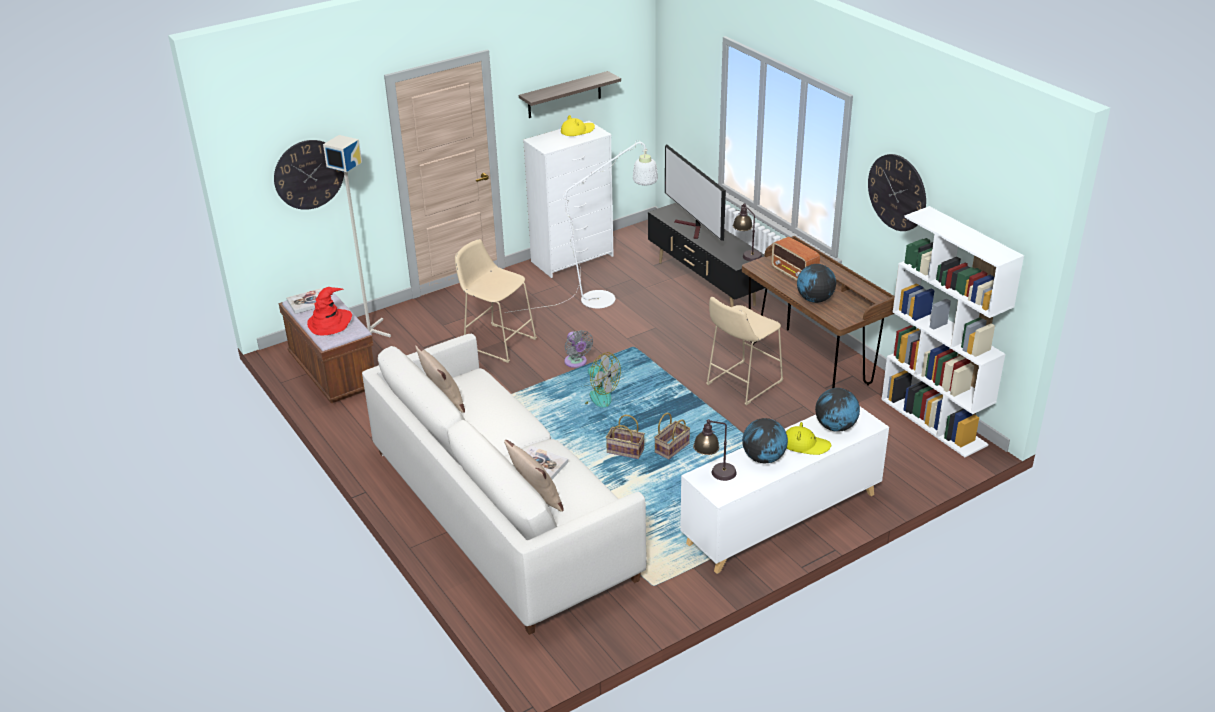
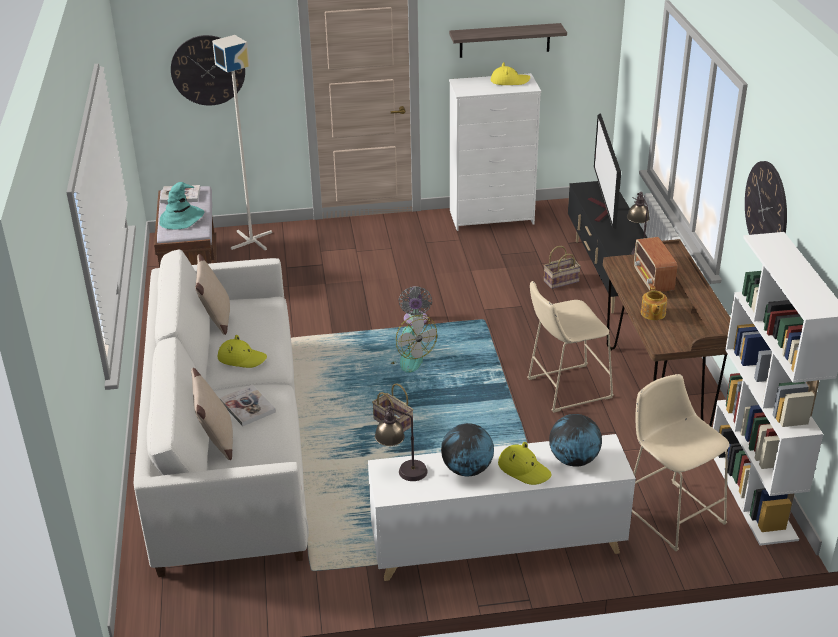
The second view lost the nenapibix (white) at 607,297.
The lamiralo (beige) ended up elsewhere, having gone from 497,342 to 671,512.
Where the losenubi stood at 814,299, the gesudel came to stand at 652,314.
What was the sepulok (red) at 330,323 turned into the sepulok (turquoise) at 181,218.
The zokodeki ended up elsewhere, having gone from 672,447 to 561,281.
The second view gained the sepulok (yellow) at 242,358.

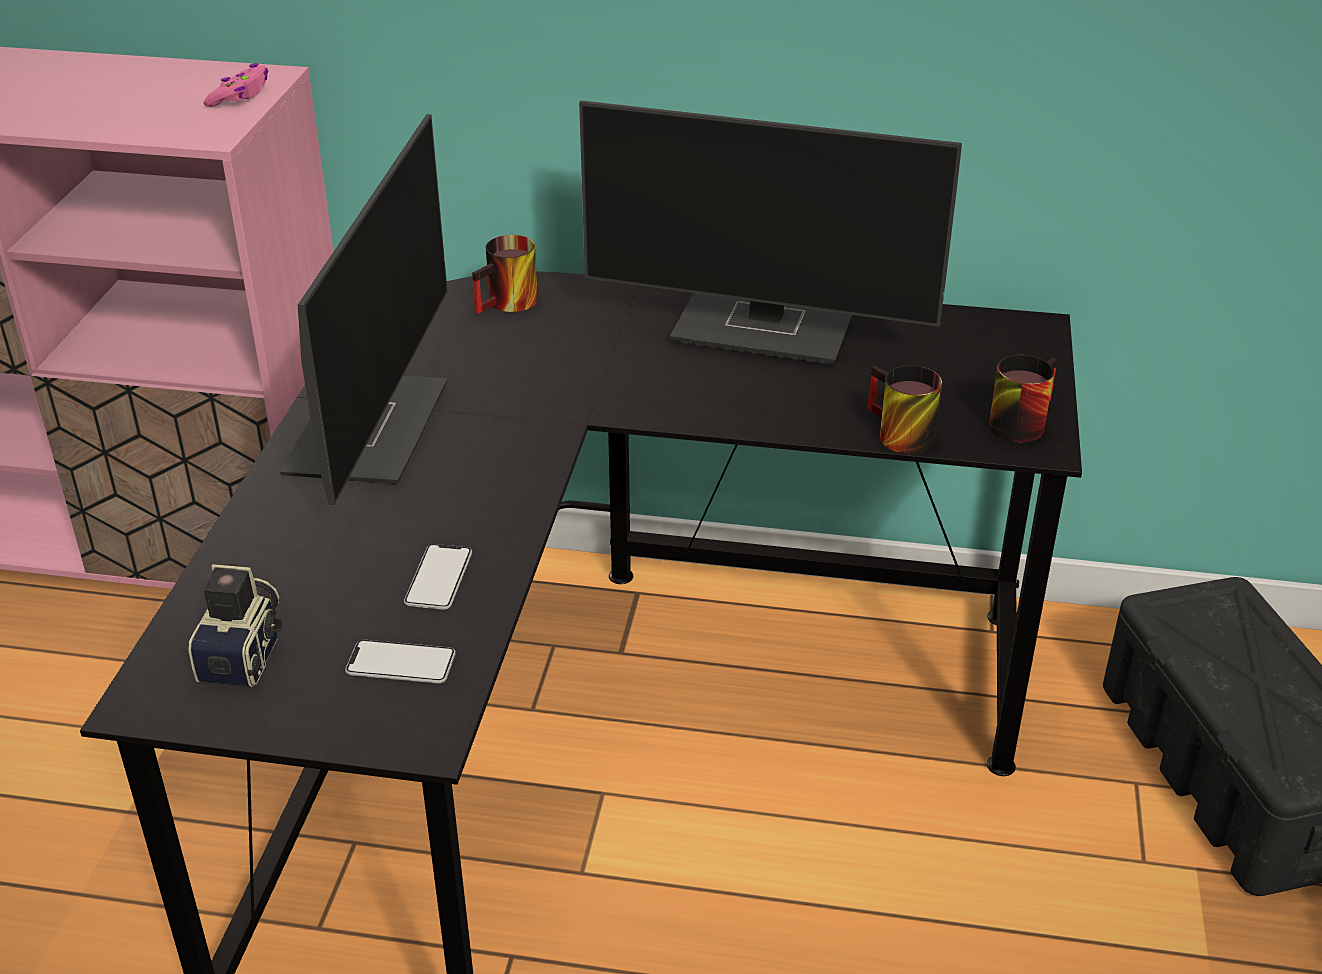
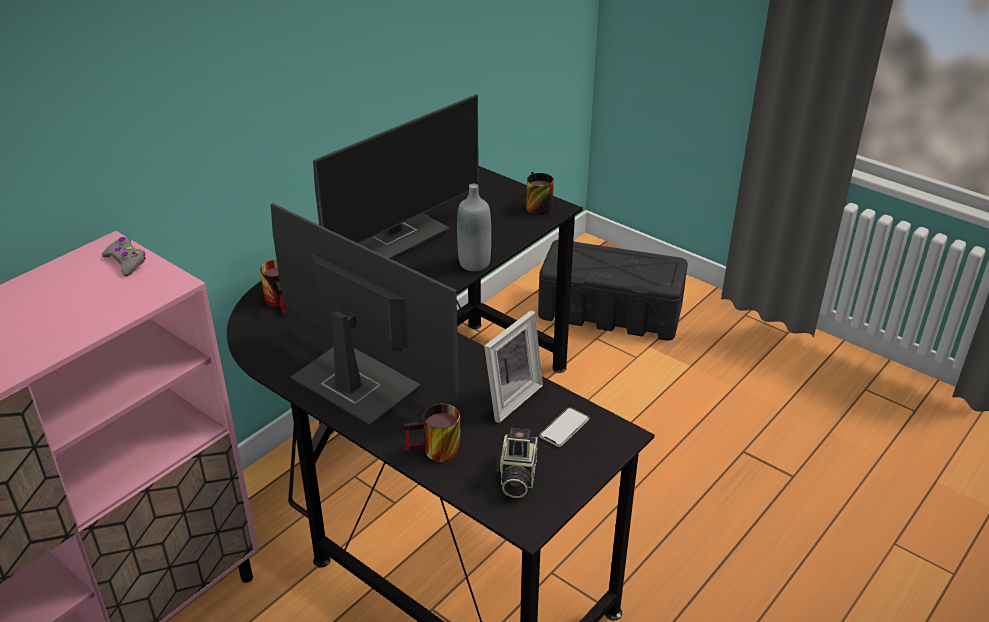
What was the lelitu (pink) at 240,95 turned into the lelitu (grey) at 126,261.
The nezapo ended up elsewhere, having gone from 895,435 to 436,452.
Where the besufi stood at 438,578, the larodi came to stand at 508,397.
The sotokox at 247,653 ended up facing another way, 120 degrees counterclockwise from before.
The second view gained the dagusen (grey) at 474,263.

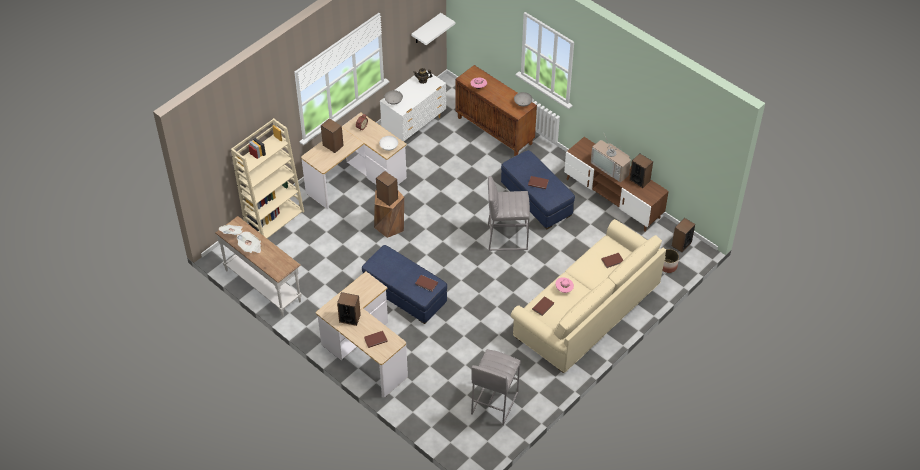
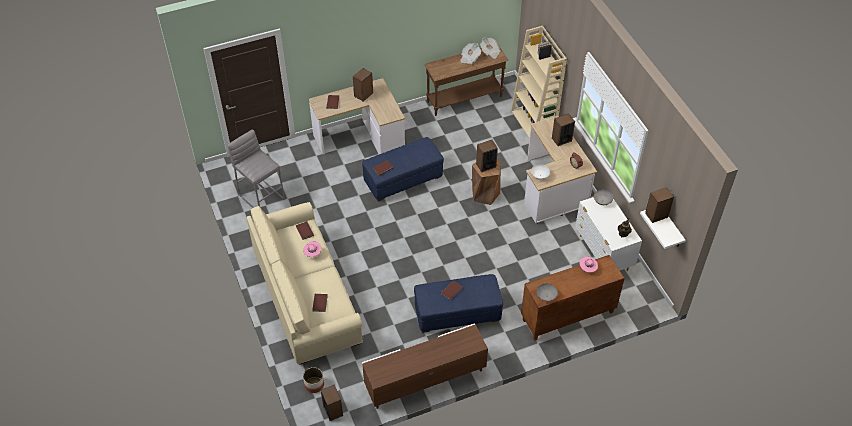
The second view lost the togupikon at 611,167.
The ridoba ended up elsewhere, having gone from 639,180 to 656,215.
The second view lost the lamiralo (grey) at 507,237.
What was the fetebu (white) at 263,285 turned into the fetebu (brown) at 465,99.

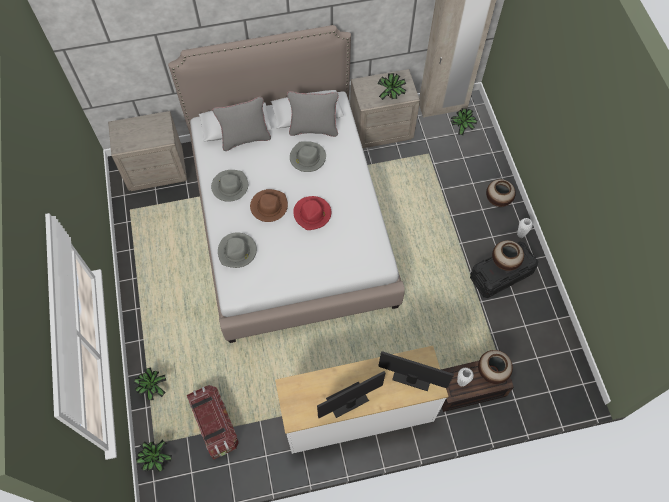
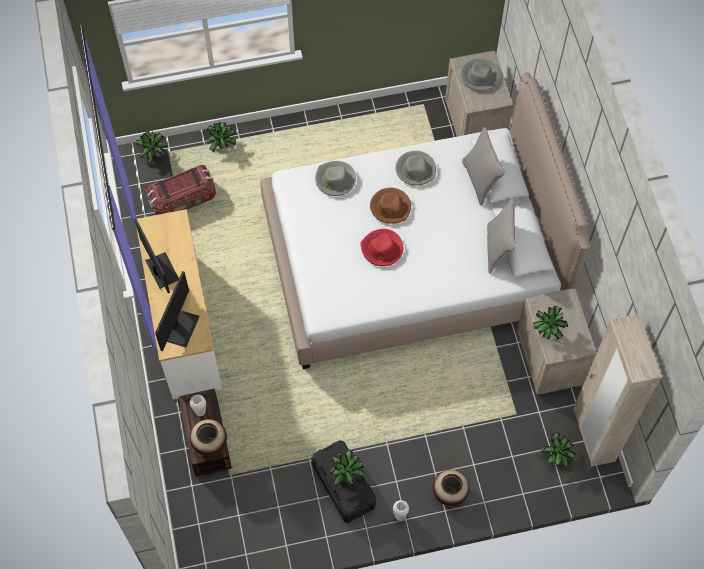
The sepulok (grey) ended up elsewhere, having gone from 307,158 to 479,76.
Where the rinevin stood at 504,262, the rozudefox came to stand at 346,474.

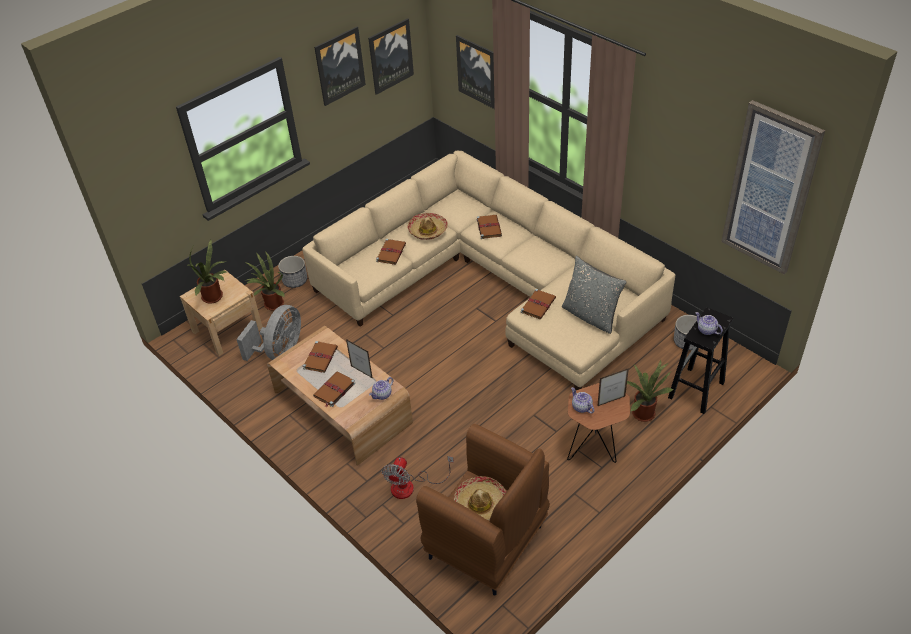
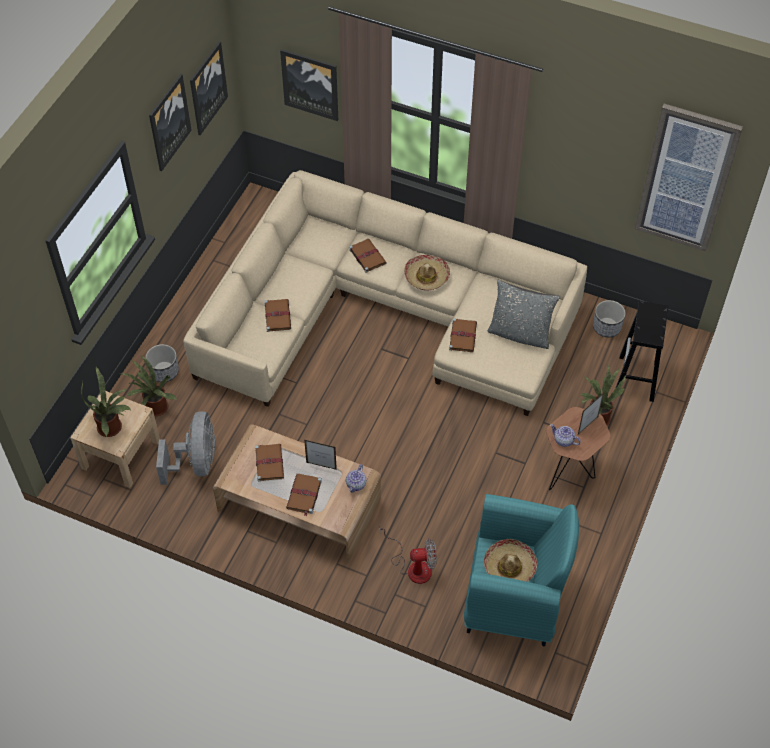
The sepulok ended up elsewhere, having gone from 428,230 to 426,276.
The second view lost the gesudel at 706,330.
What was the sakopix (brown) at 487,543 turned into the sakopix (turquoise) at 514,599.
The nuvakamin at 411,486 ended up facing another way, 90 degrees counterclockwise from before.

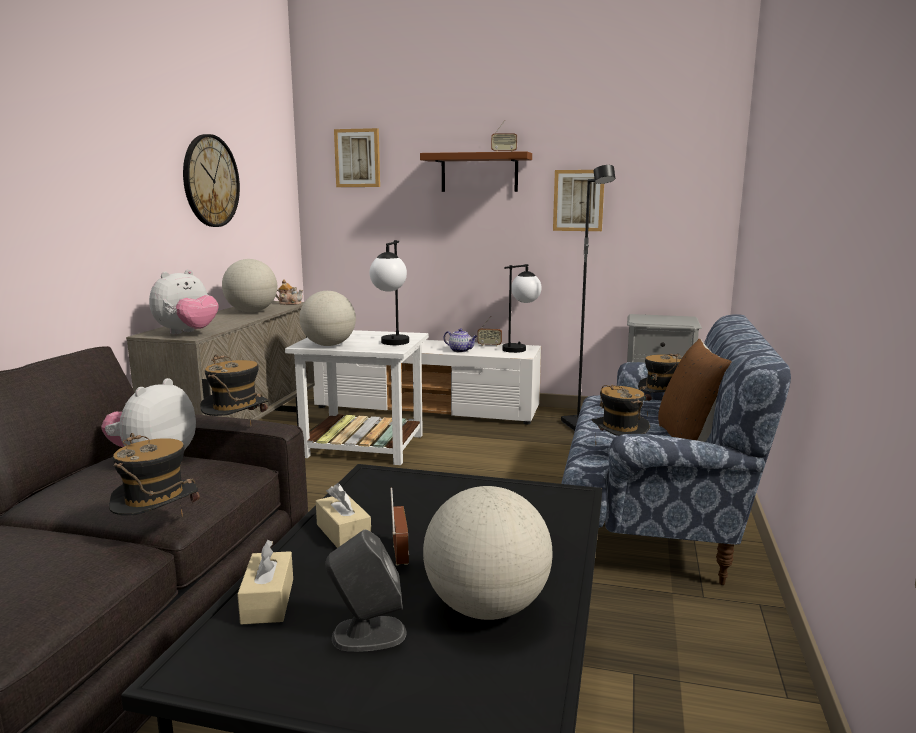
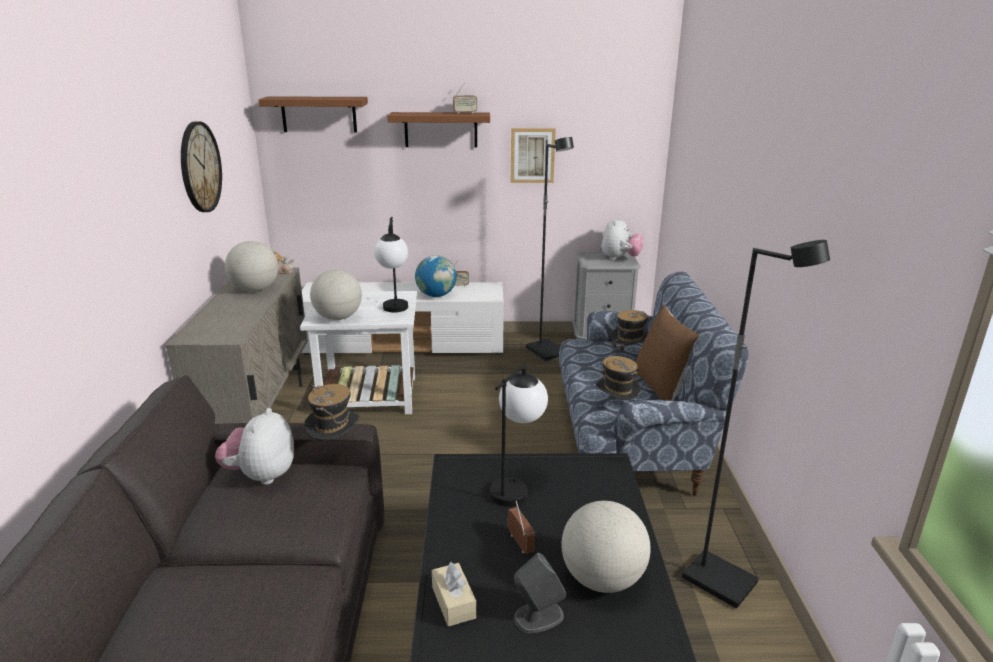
Where the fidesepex hung at 358,158, the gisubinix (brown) came to hang at 319,114.
The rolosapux ended up elsewhere, having gone from 520,348 to 516,486.
The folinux ended up elsewhere, having gone from 187,333 to 620,259.
Where the gesudel stood at 461,350, the losenubi came to stand at 436,295.
The second view lost the sepulok at 159,535.
The second view lost the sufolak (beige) at 343,533.
The second view gained the nenapibix (black) at 720,581.

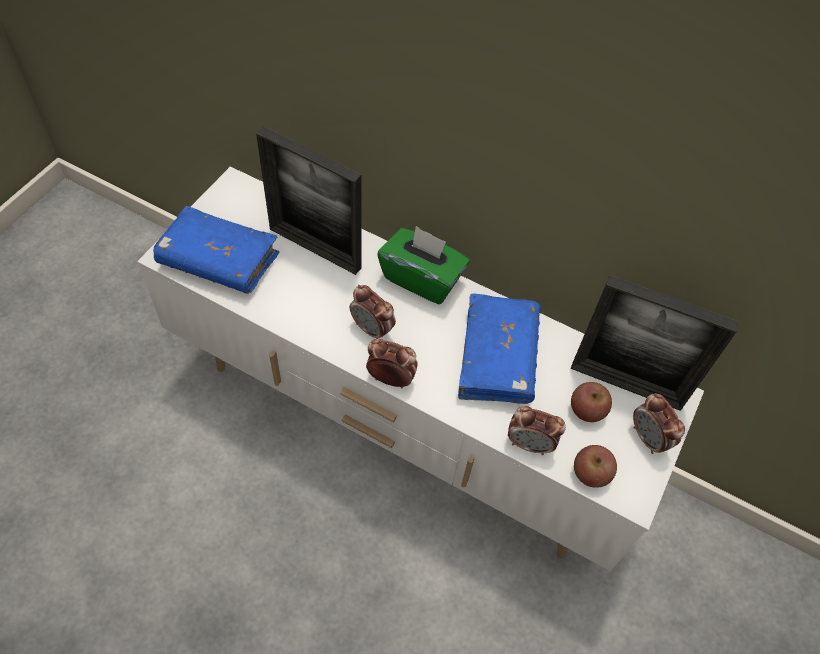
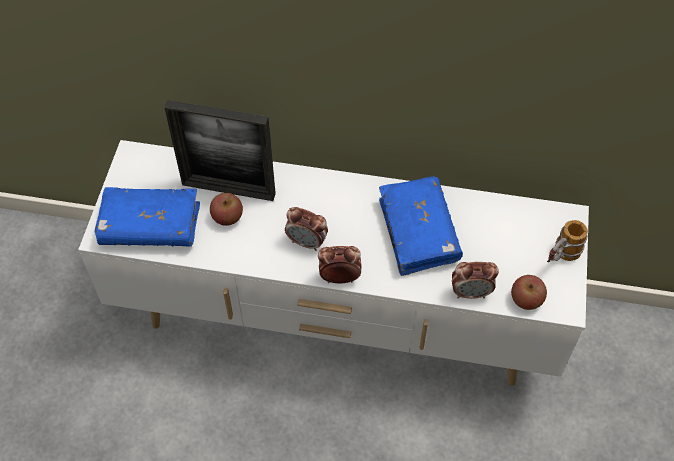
The second view lost the sufolak (green) at 422,278.
The second view lost the larodi at 626,384.
The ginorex ended up elsewhere, having gone from 587,410 to 227,217.
Where the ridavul stood at 648,438, the nezapo came to stand at 560,258.

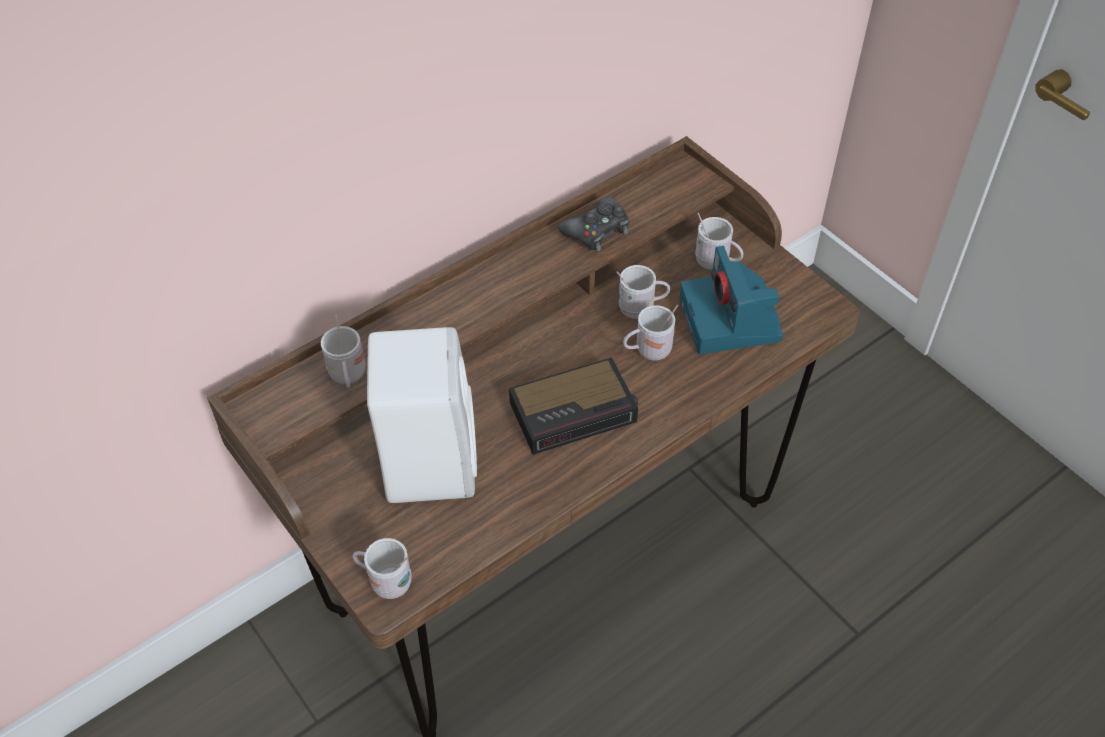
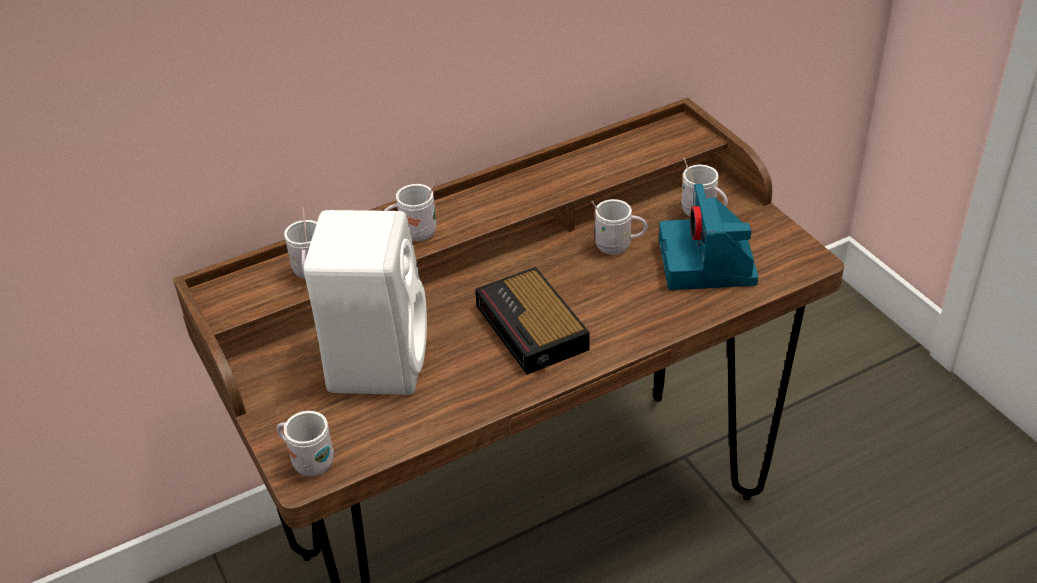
The second view lost the lelitu (black) at 596,231.
The nezapo (white) ended up elsewhere, having gone from 648,351 to 413,234.
The ridavul at 575,411 ended up facing another way, 75 degrees clockwise from before.

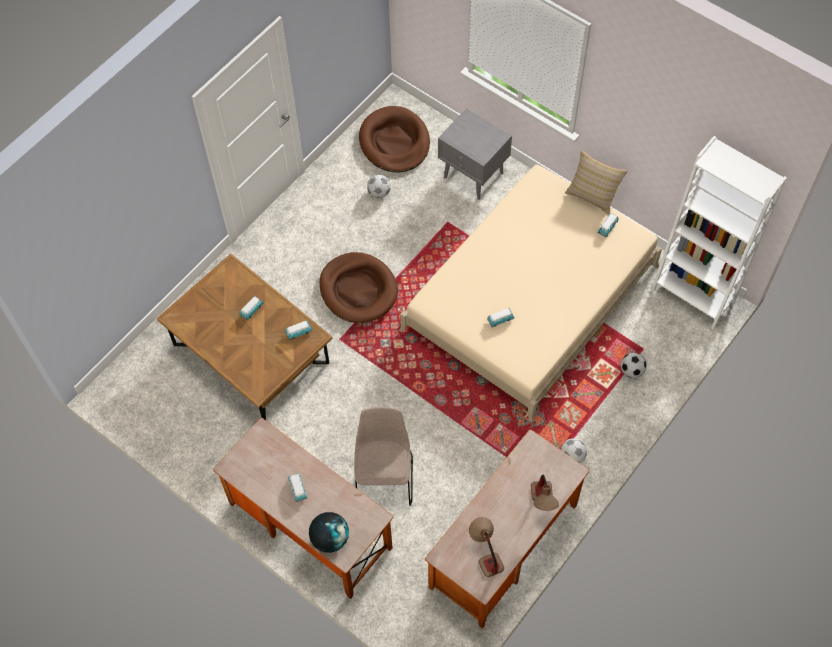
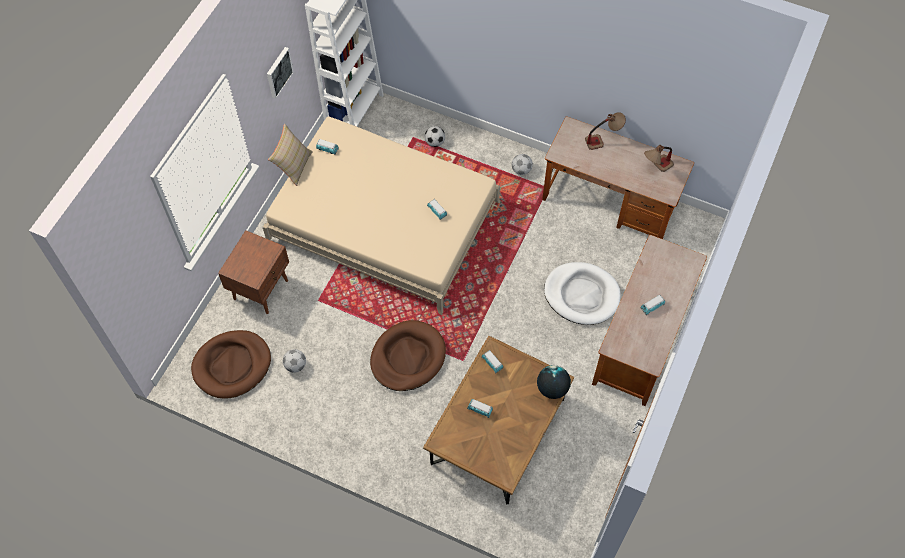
What was the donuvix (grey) at 474,176 turned into the donuvix (brown) at 261,289.
Where the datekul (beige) stood at 384,478, the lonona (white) came to stand at 581,295.
The losenubi ended up elsewhere, having gone from 330,538 to 552,388.
The second view gained the fidesepex at 278,72.

